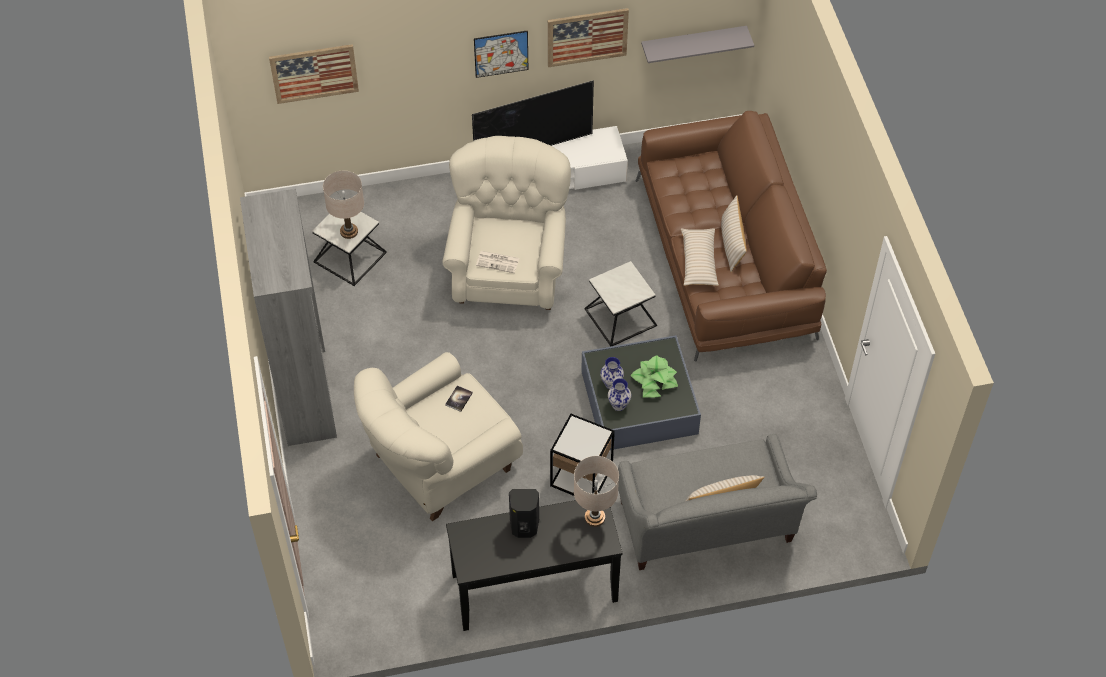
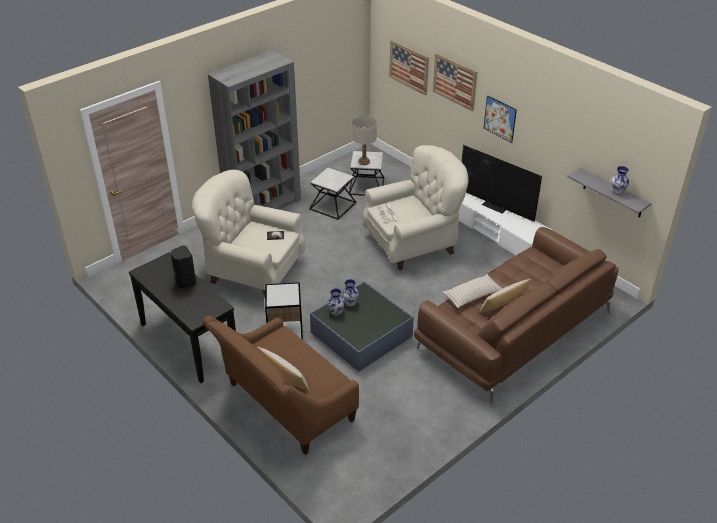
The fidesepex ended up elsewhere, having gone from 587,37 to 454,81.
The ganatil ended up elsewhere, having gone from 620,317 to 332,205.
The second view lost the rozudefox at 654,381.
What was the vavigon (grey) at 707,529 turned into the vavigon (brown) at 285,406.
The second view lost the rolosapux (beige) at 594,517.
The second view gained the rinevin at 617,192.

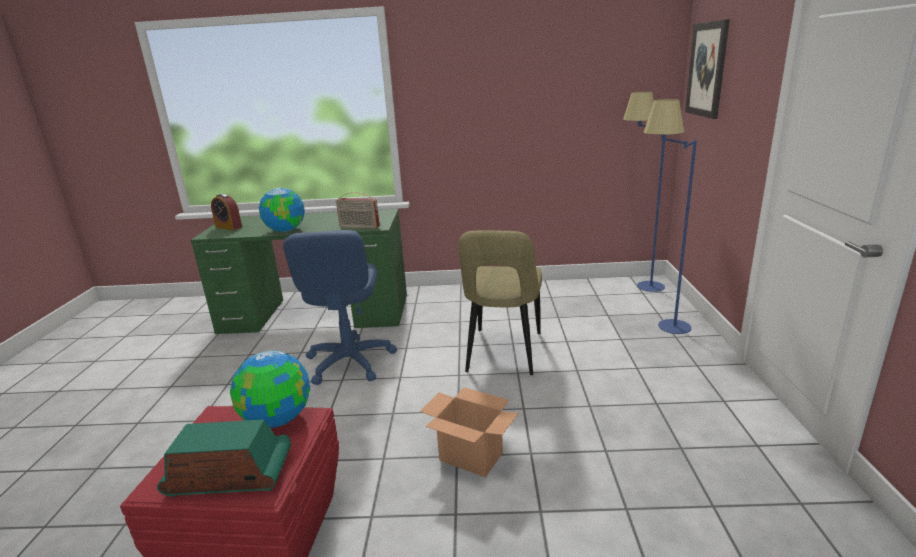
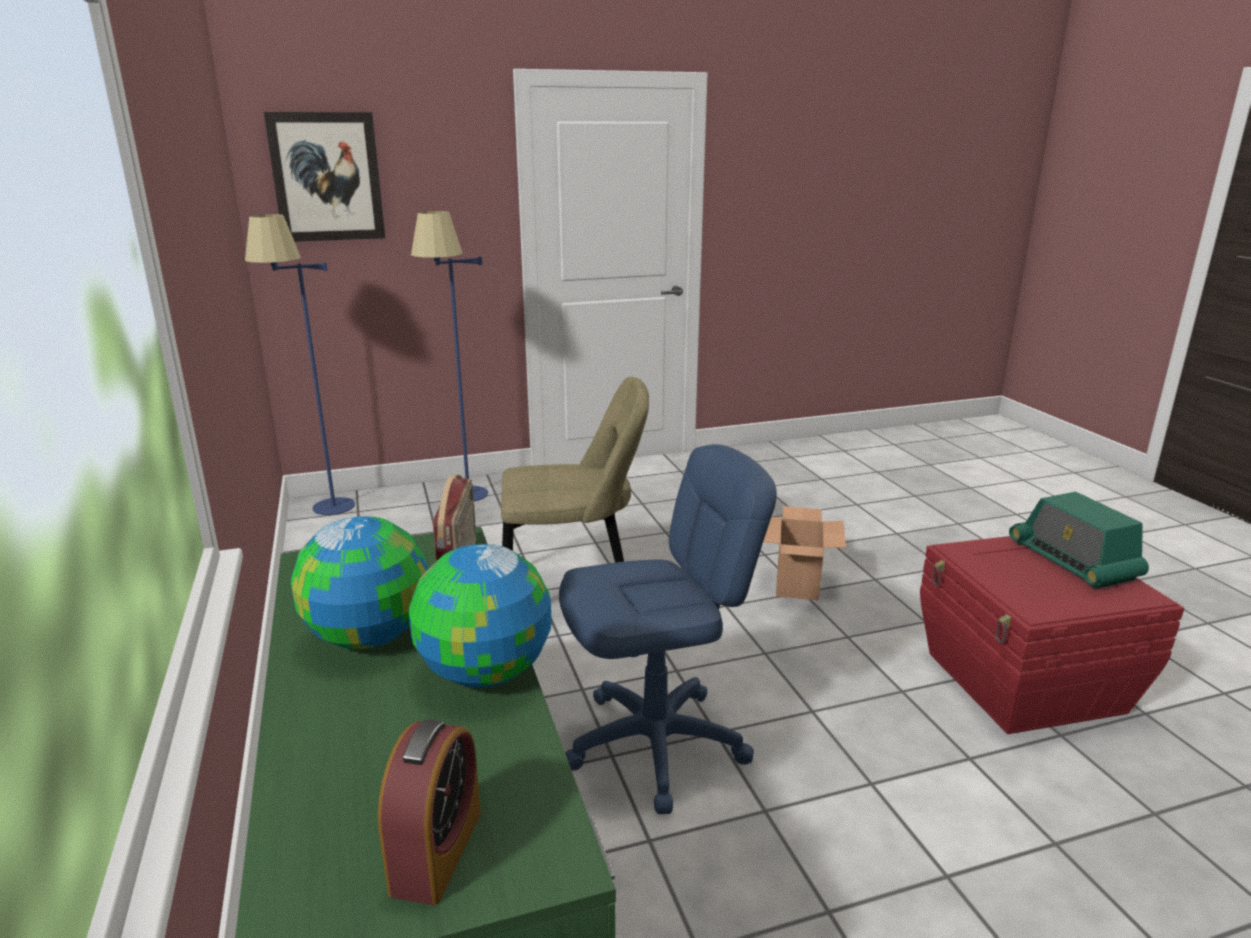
The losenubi ended up elsewhere, having gone from 278,419 to 369,636.

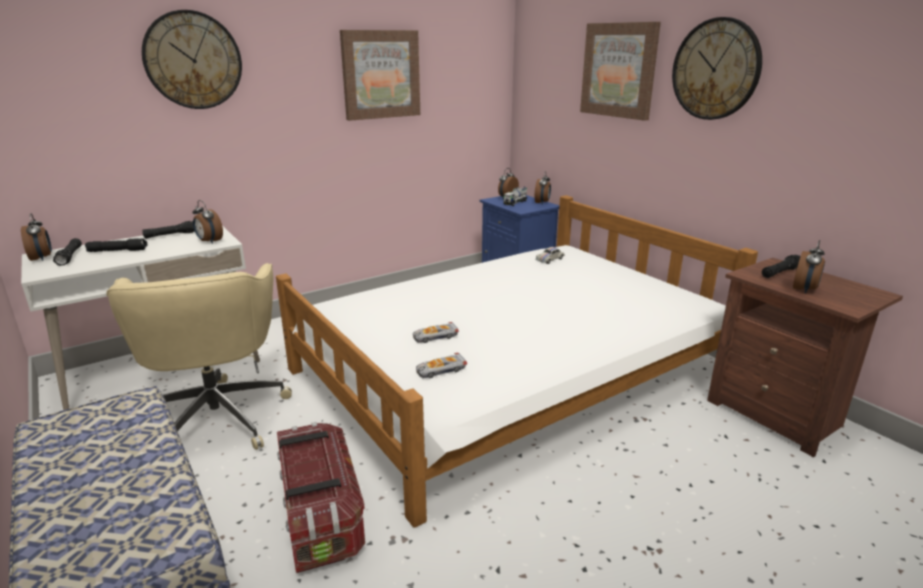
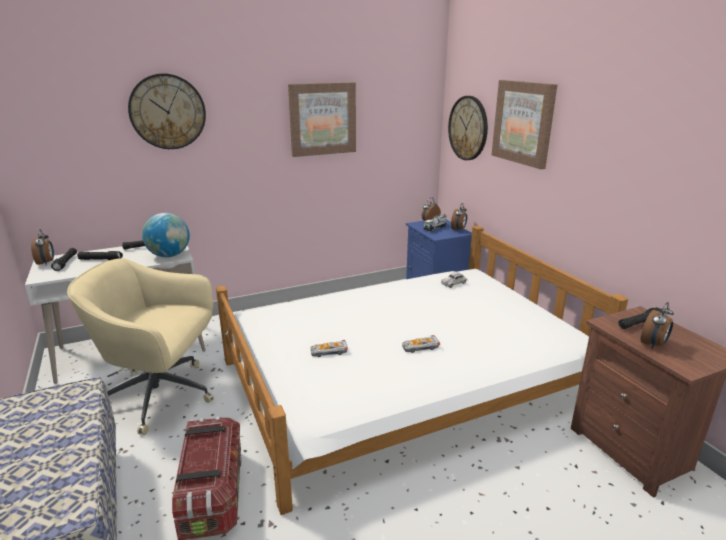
The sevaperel ended up elsewhere, having gone from 716,69 to 468,128.
Where the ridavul stood at 209,241, the losenubi came to stand at 169,255.
The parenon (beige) at 217,416 ended up facing another way, 105 degrees clockwise from before.
The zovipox ended up elsewhere, having gone from 440,370 to 420,347.

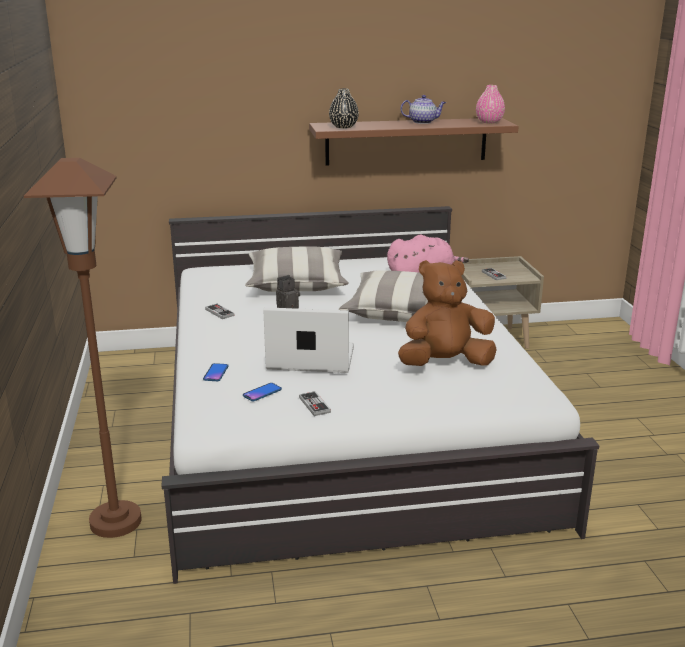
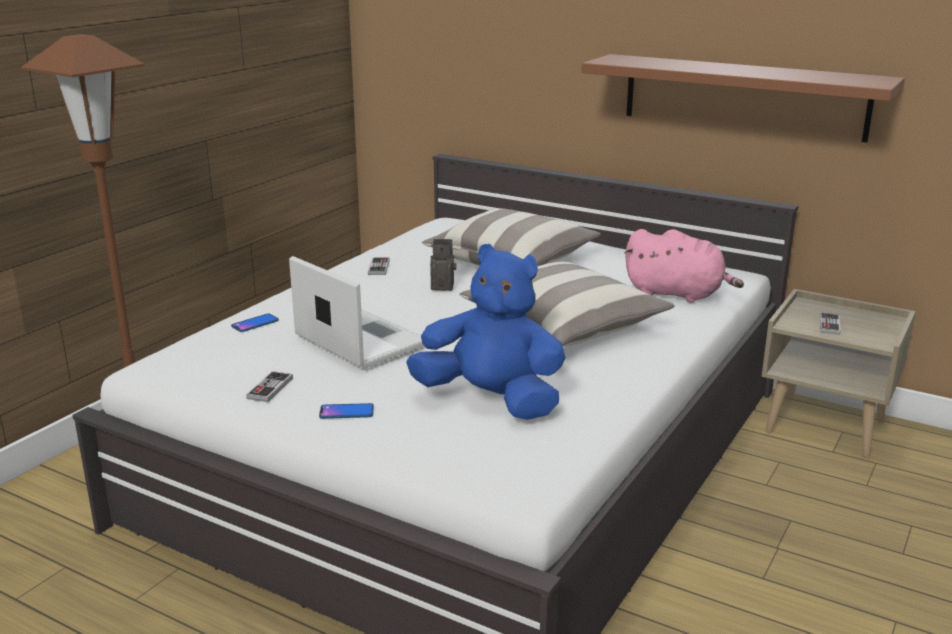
The second view lost the rinevin (pink) at 489,122.
The second view lost the rinevin (black) at 343,127.
The second view lost the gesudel at 423,122.
What was the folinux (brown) at 445,364 turned into the folinux (blue) at 491,400.
The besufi ended up elsewhere, having gone from 262,393 to 346,412.

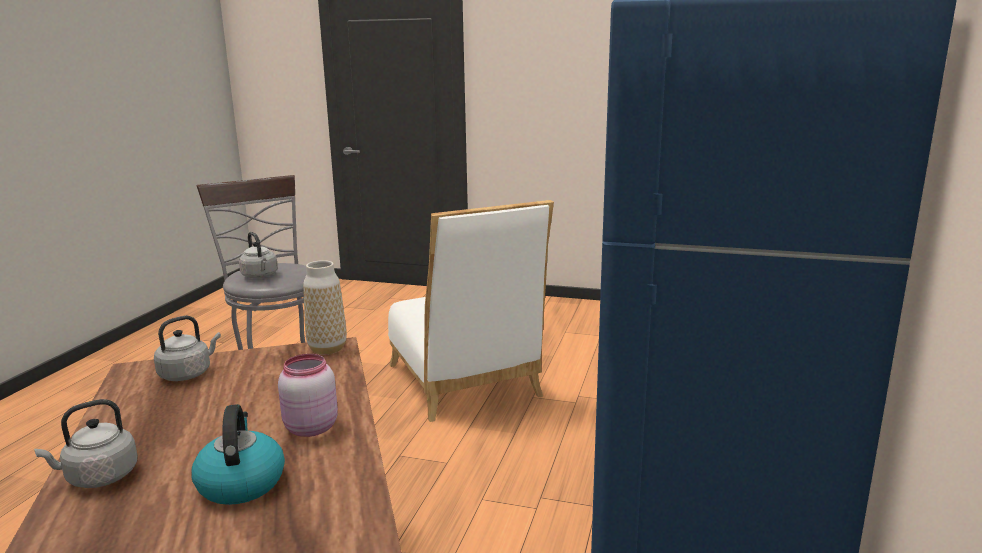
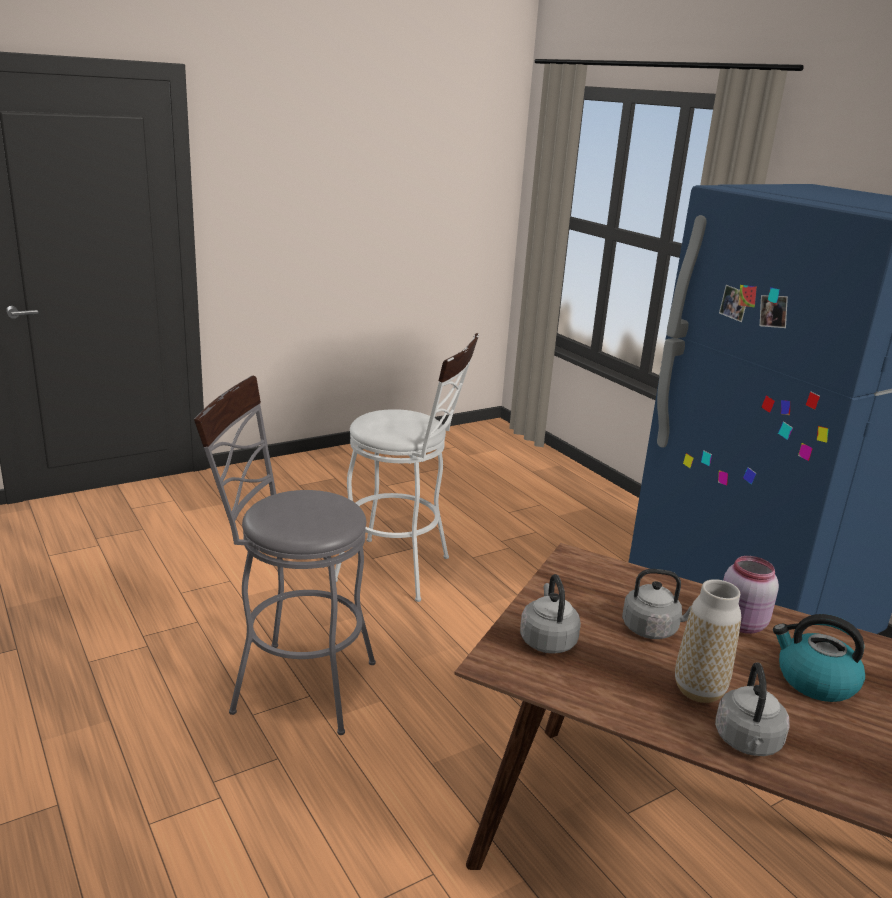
Where the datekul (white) stood at 466,385, the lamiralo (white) came to stand at 402,571.
The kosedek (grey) ended up elsewhere, having gone from 260,276 to 652,629.
The rinevin ended up elsewhere, having gone from 327,348 to 699,690.

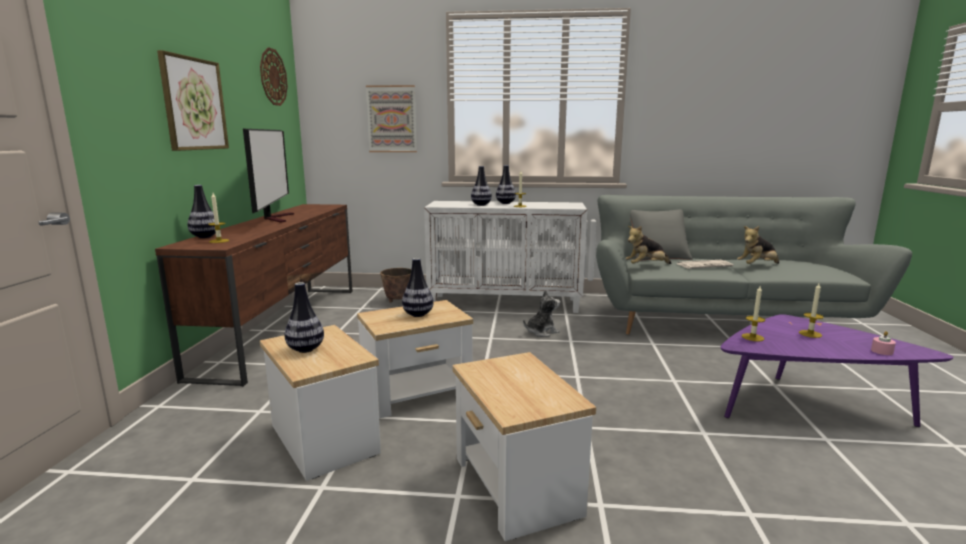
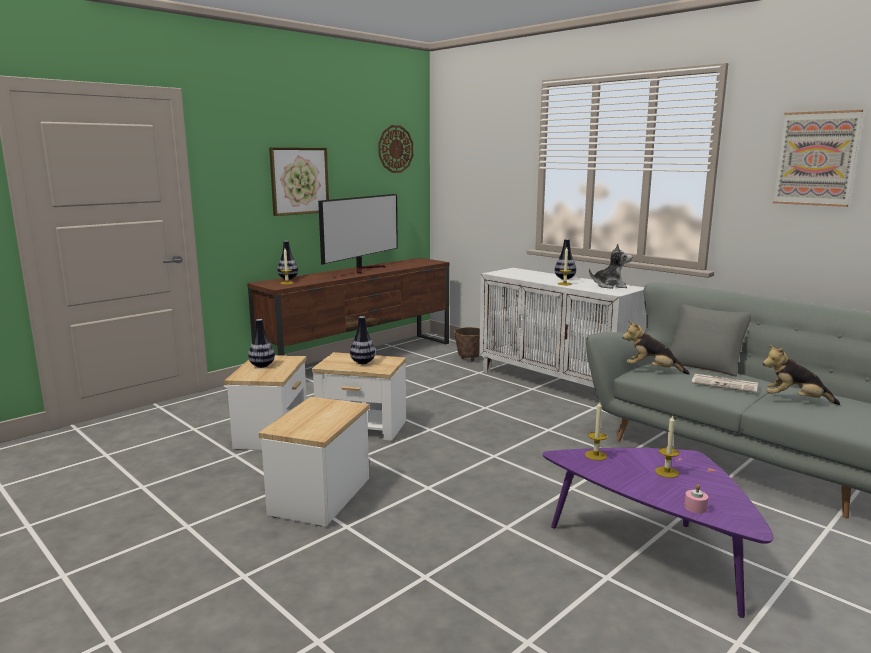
The fidesepex ended up elsewhere, having gone from 392,119 to 816,158.
The second view lost the rinevin at 481,205.
The folinux ended up elsewhere, having gone from 541,332 to 610,286.

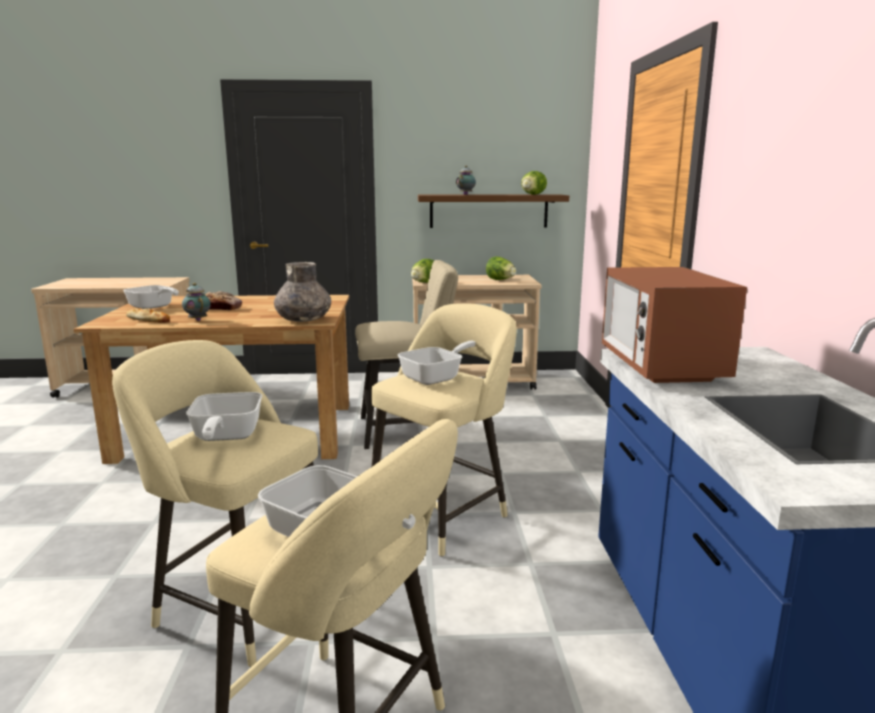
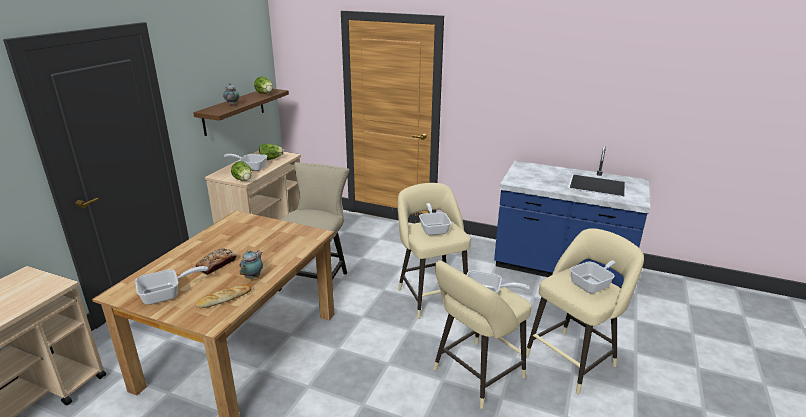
The second view lost the rinevin (grey) at 304,320.
The second view lost the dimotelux at 660,367.
The gesudel at 197,320 ended up facing another way, 120 degrees clockwise from before.
The second view gained the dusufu at 251,168.

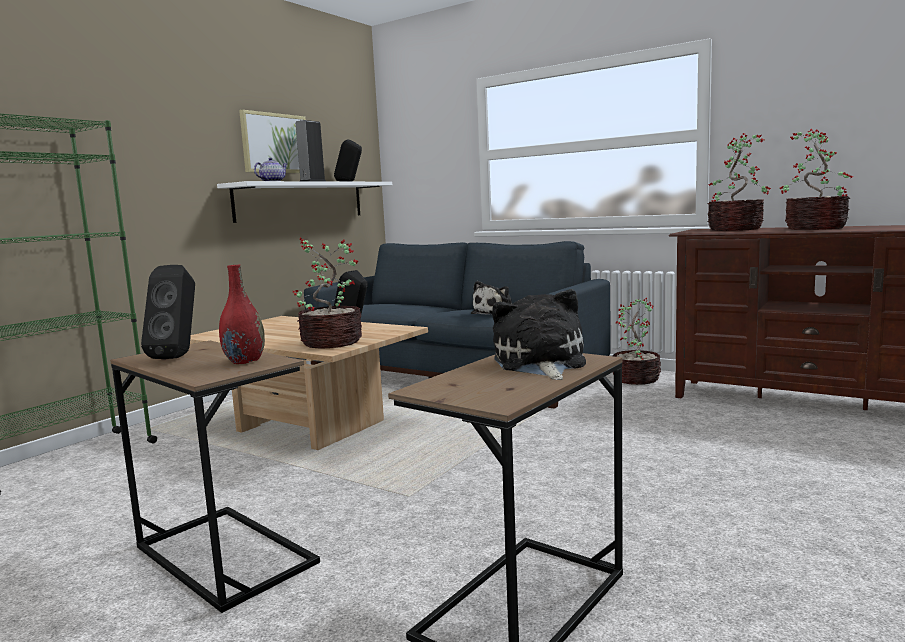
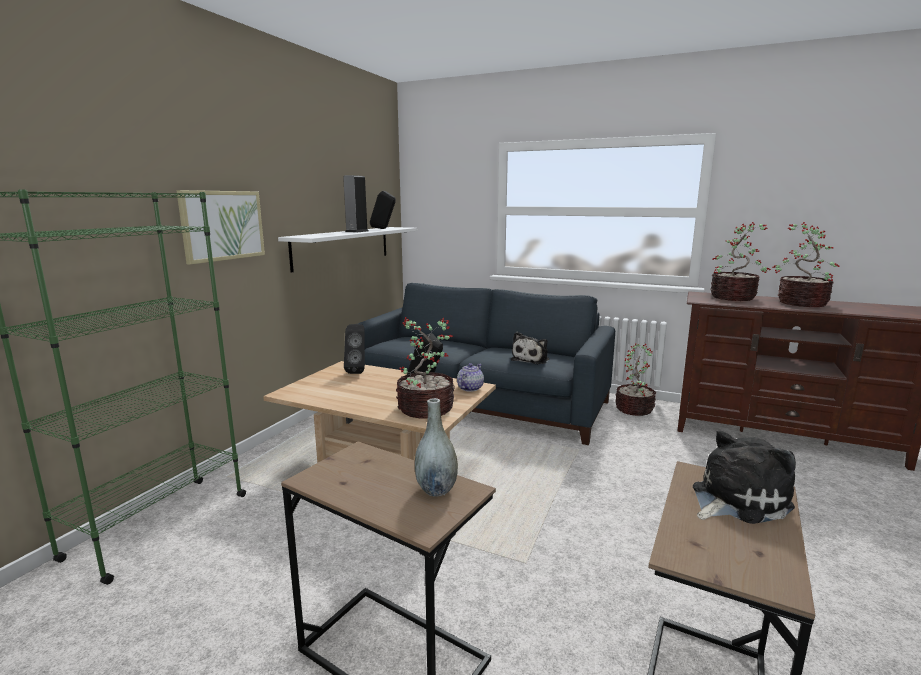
The fidesepex ended up elsewhere, having gone from 275,143 to 222,225.
The gesudel ended up elsewhere, having gone from 272,182 to 469,388.
The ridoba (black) ended up elsewhere, having gone from 179,356 to 357,371.
What was the rinevin (red) at 244,361 turned into the rinevin (grey) at 436,490.
The folinux at 540,363 ended up facing another way, 75 degrees clockwise from before.

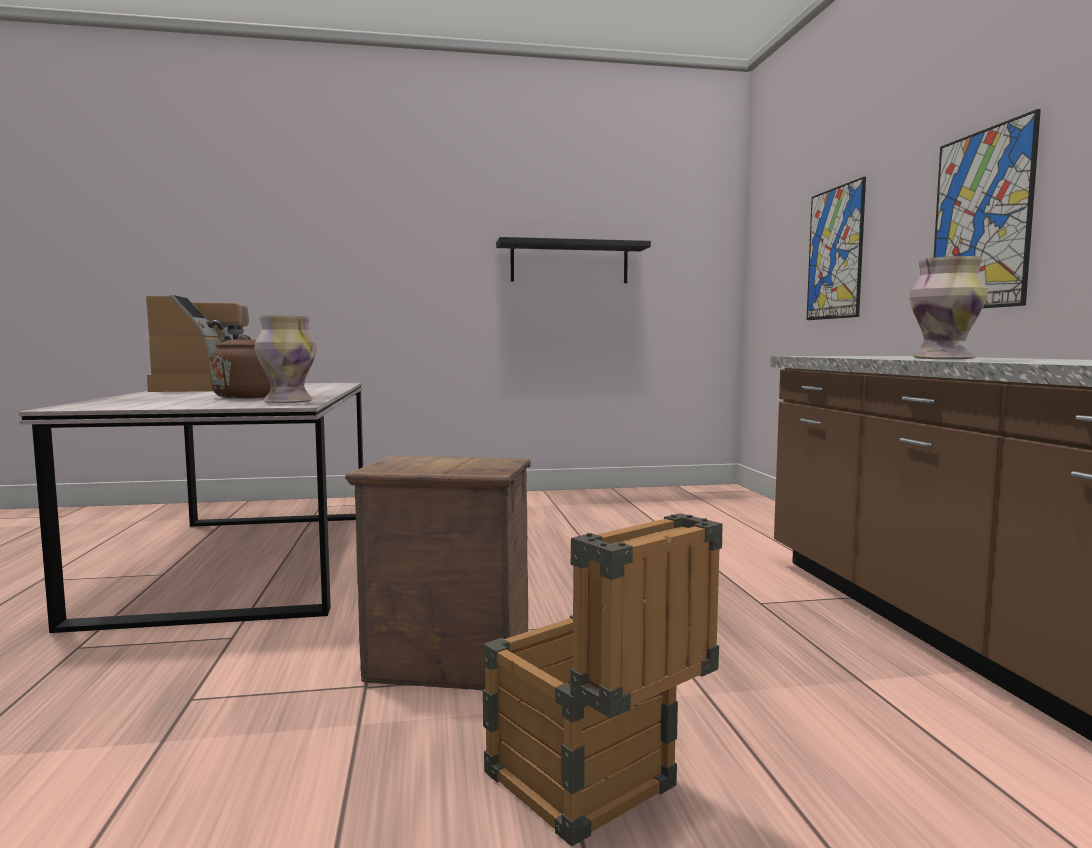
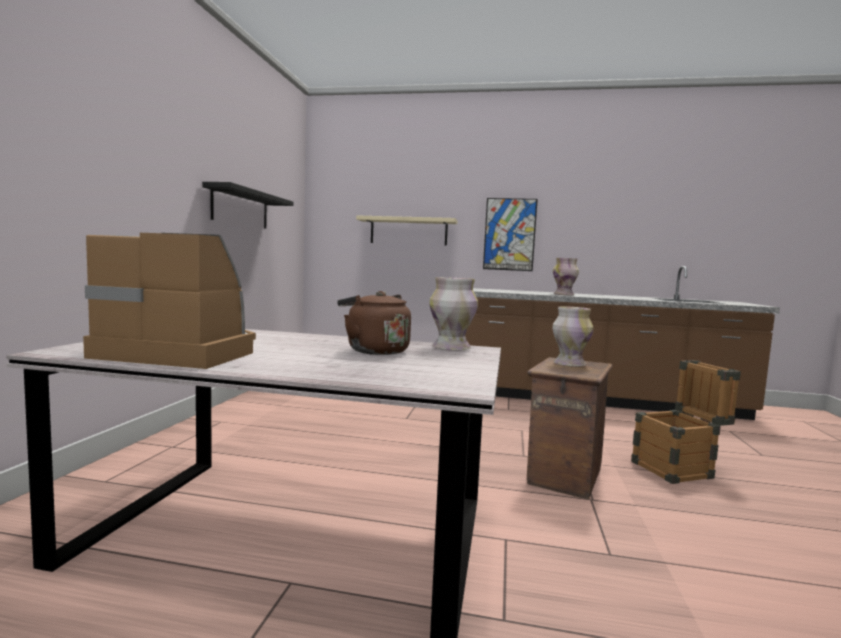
Where the fidesepex hung at 835,253, the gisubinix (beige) came to hang at 408,231.
The second view gained the rinevin at 568,364.

